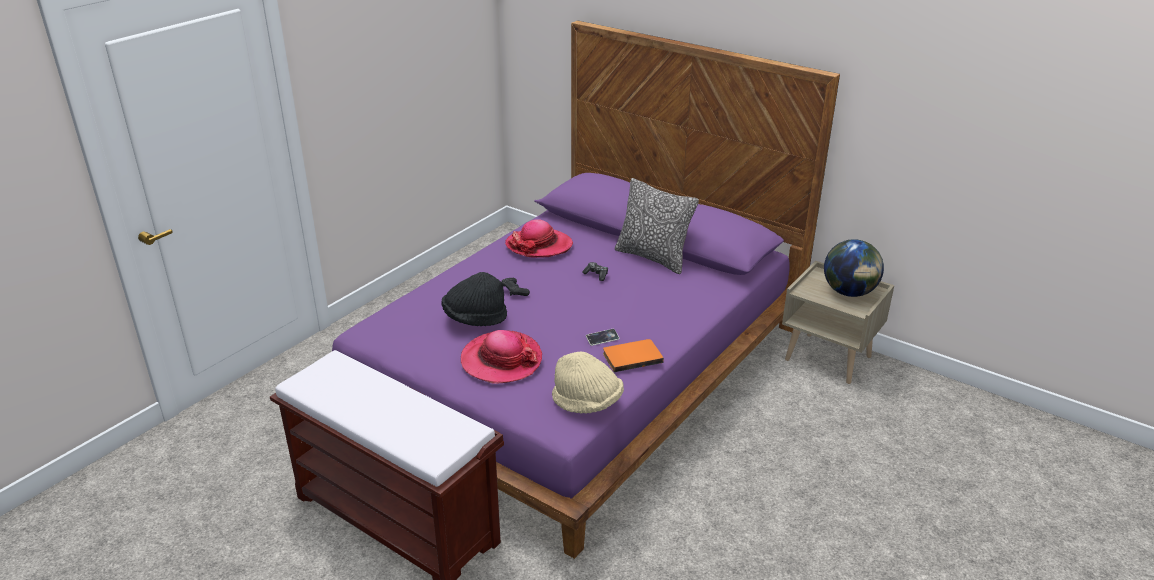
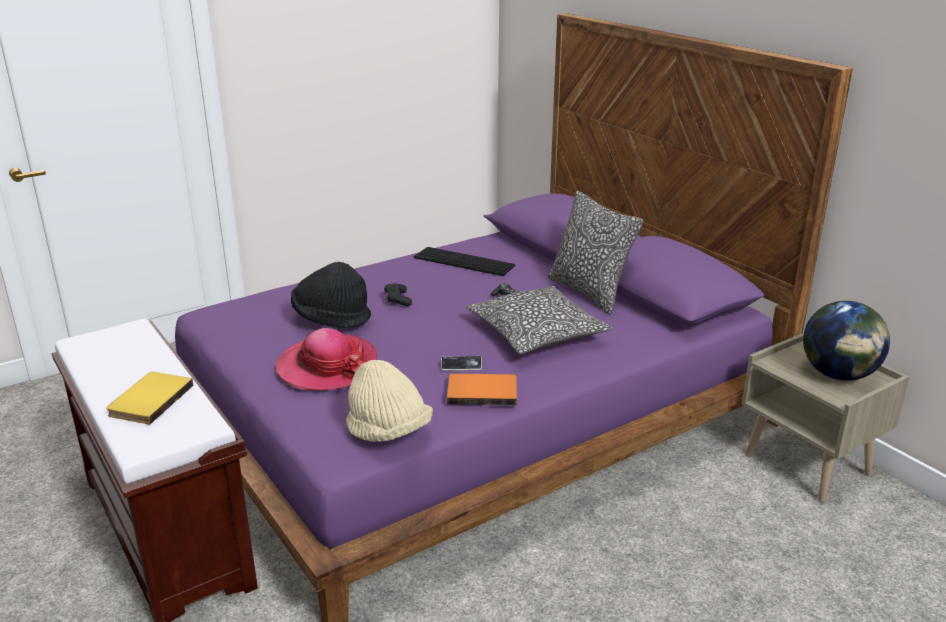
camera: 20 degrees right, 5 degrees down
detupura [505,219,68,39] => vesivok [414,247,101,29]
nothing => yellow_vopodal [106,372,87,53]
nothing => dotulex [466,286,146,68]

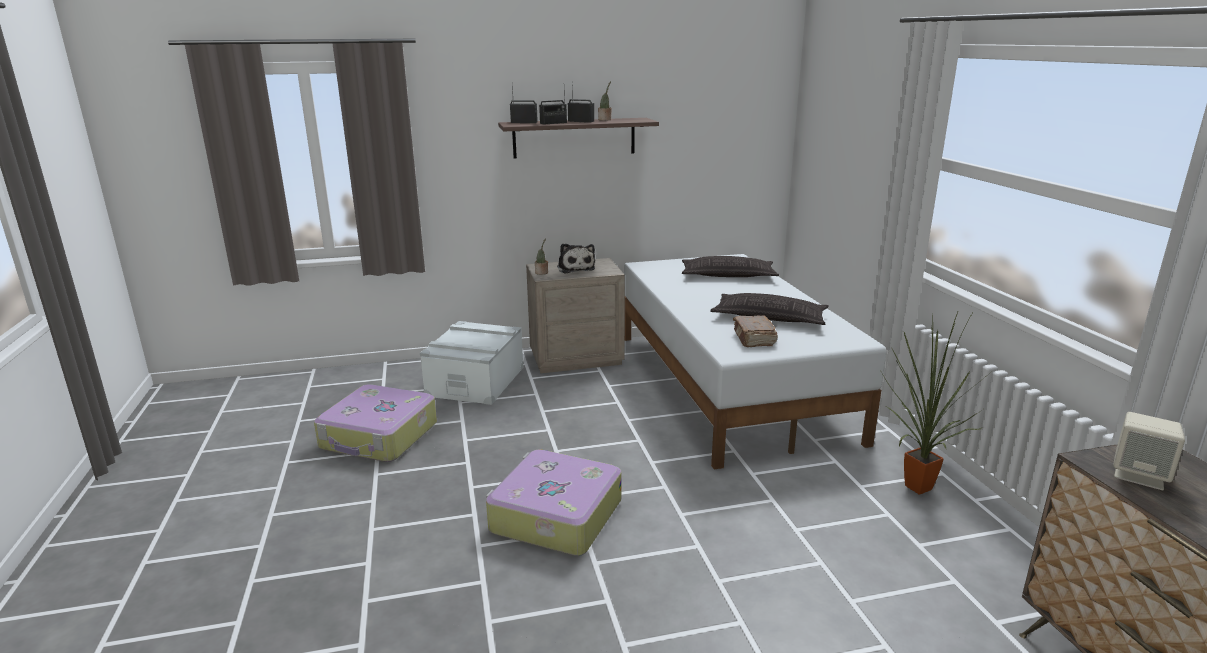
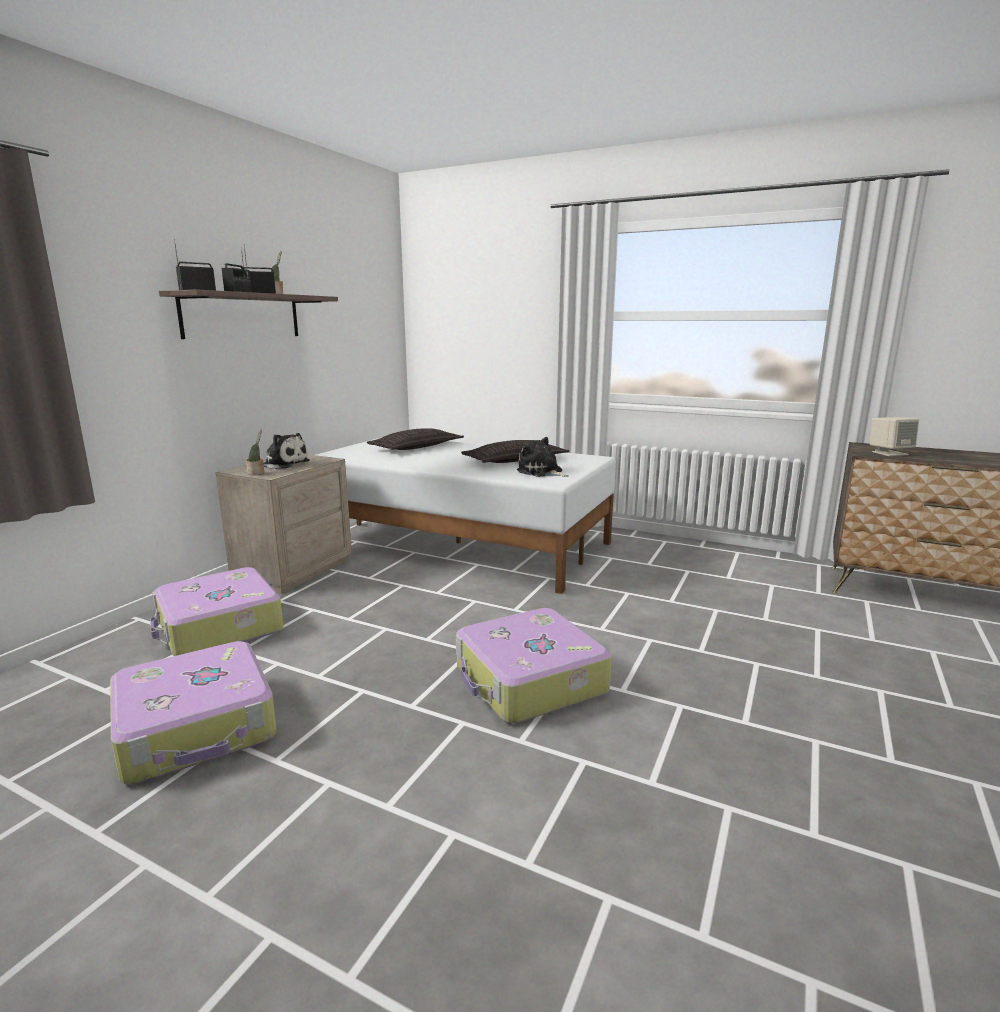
camera: 50 degrees left, 5 degrees down
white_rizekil [420,321,103,84] => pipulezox [150,567,133,89]
brown_vopodal [733,315,45,32] => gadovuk [517,437,51,40]
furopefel [880,311,110,184] => nothing

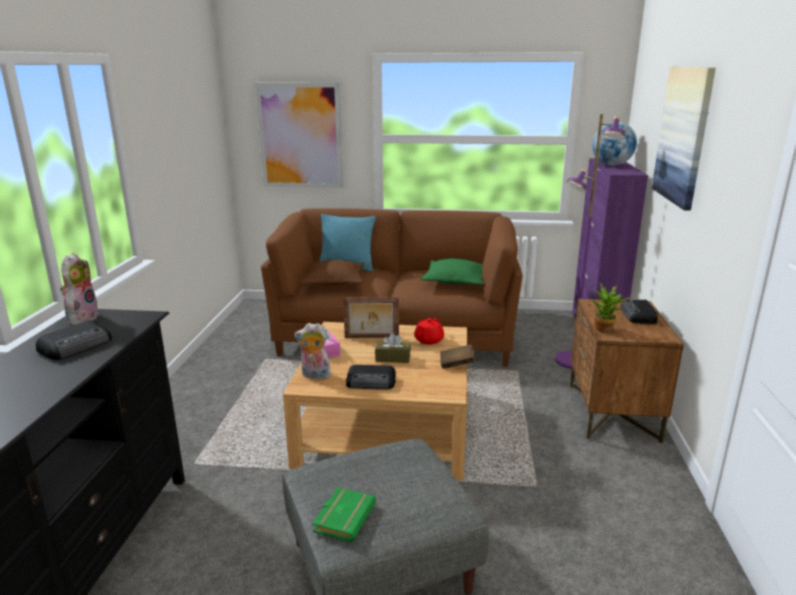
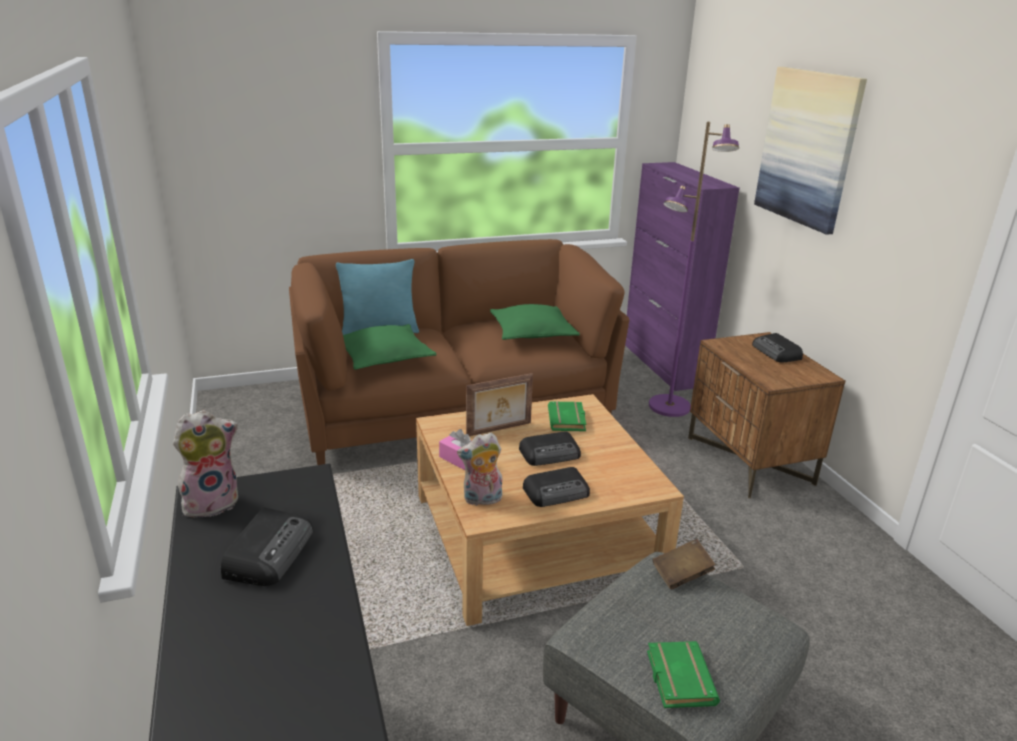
camera: 25 degrees left, 5 degrees up
gadovuk [60,253,40,72] => gadovuk [173,410,65,108], 75 degrees clockwise
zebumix [255,83,88,105] => nothing
brown_dotulex [299,260,65,25] => green_dotulex [343,324,94,46]
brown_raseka [375,333,36,30] => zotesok [519,432,62,34]
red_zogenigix [414,318,30,26] => green_vopodal [548,402,38,29]
brown_vopodal [440,344,35,25] => brown_vopodal [653,539,62,51], relocated
furopefel [591,284,39,49] => nothing
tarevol [592,122,45,44] => nothing

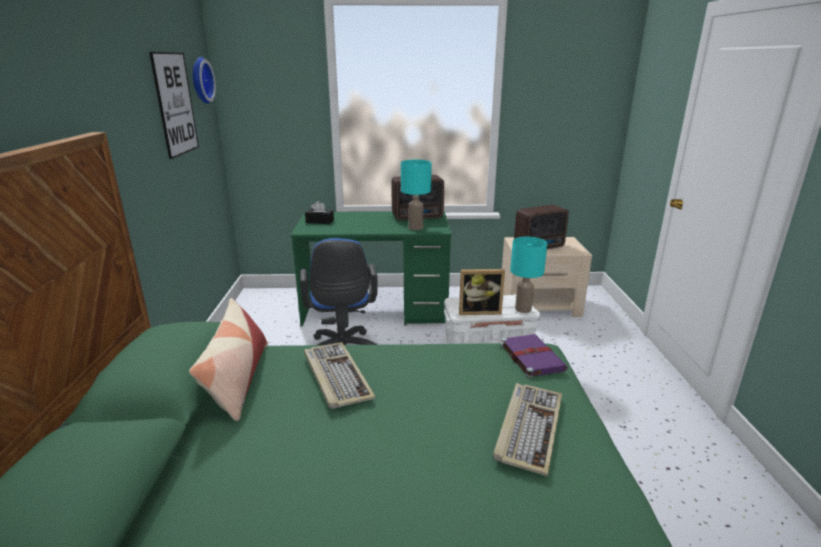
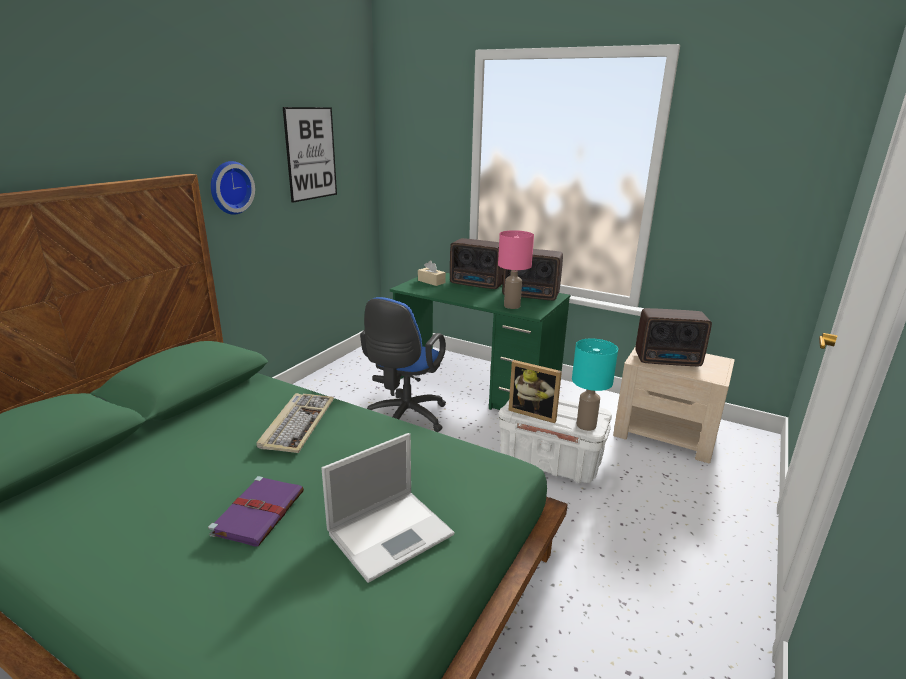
camera: 30 degrees right, 0 degrees up
dotulex [189,298,79,123] => nothing
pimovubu [193,57,23,47] => pimovubu [211,161,44,54], relocated
black_raseka [305,201,29,23] => beige_raseka [418,261,28,25]
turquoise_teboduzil [401,160,31,70] => pink_teboduzil [498,230,36,79]
vesivok [493,383,69,93] => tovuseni [321,433,134,150]
purple_vopodal [500,334,68,44] => purple_vopodal [208,476,96,70], relocated
nothing => zotesok [450,238,53,51]

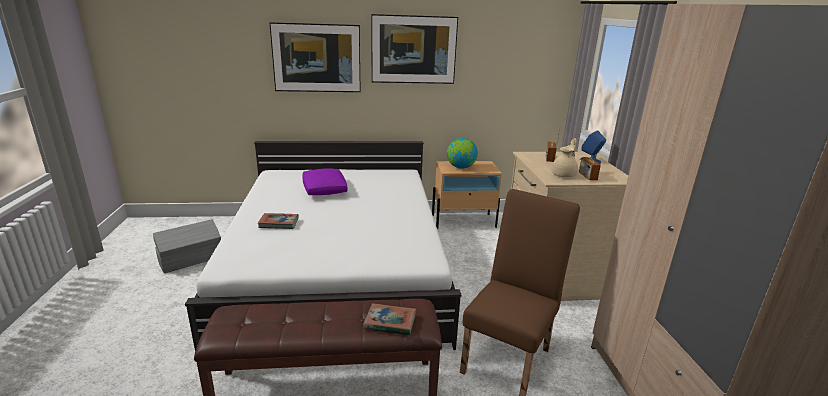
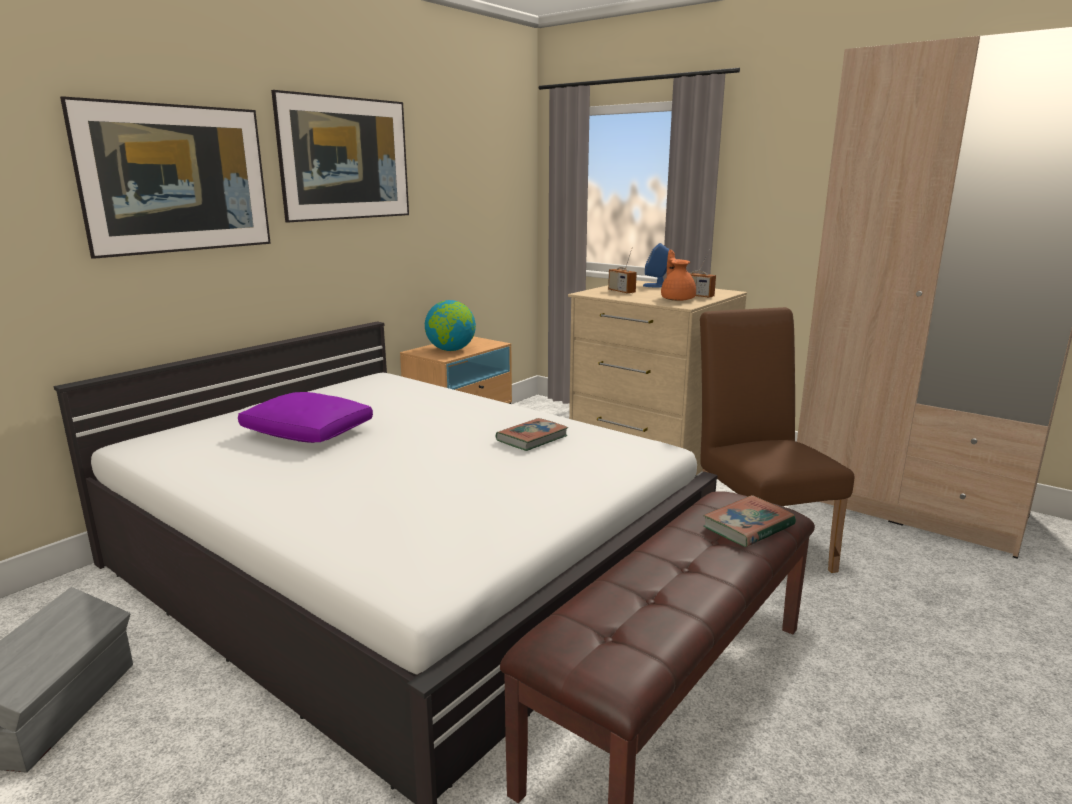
camera: 45 degrees left, 5 degrees down
vopodal [258,213,41,16] => vopodal [496,418,72,33], relocated
beige_zogenigix [552,138,26,39] => orange_zogenigix [661,250,35,51]

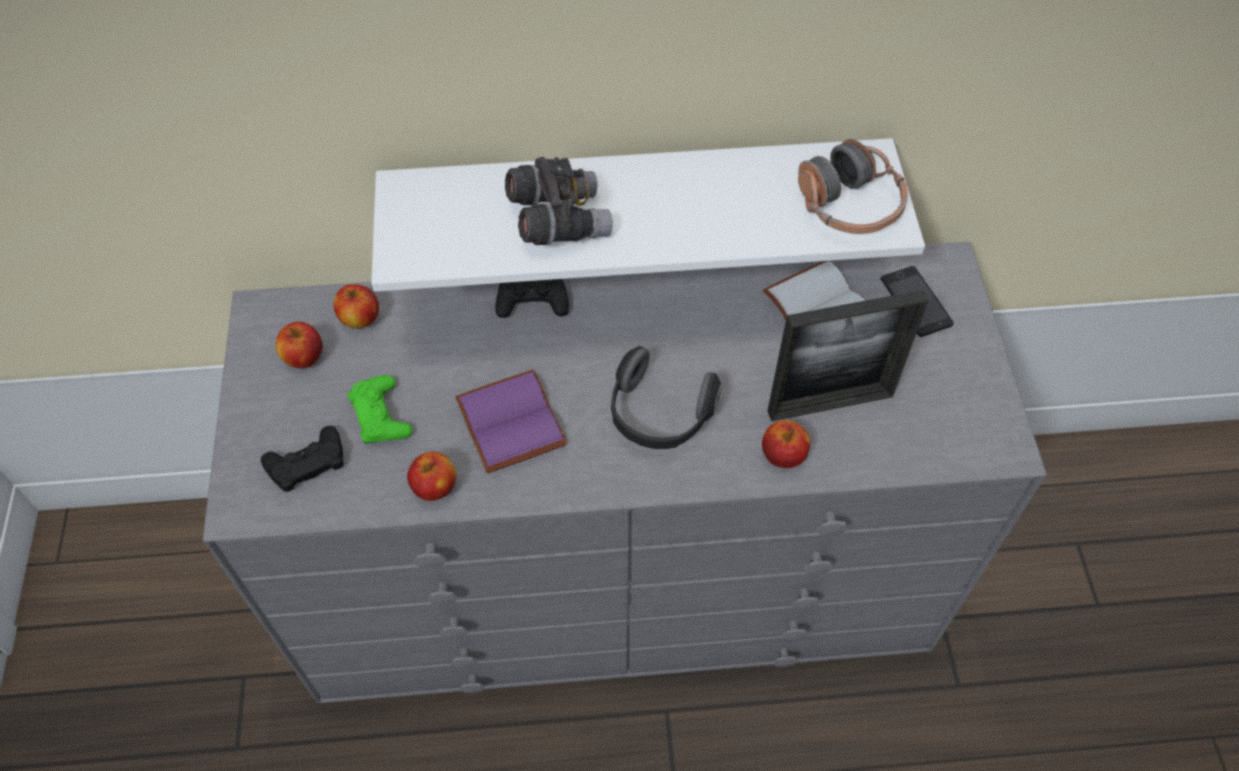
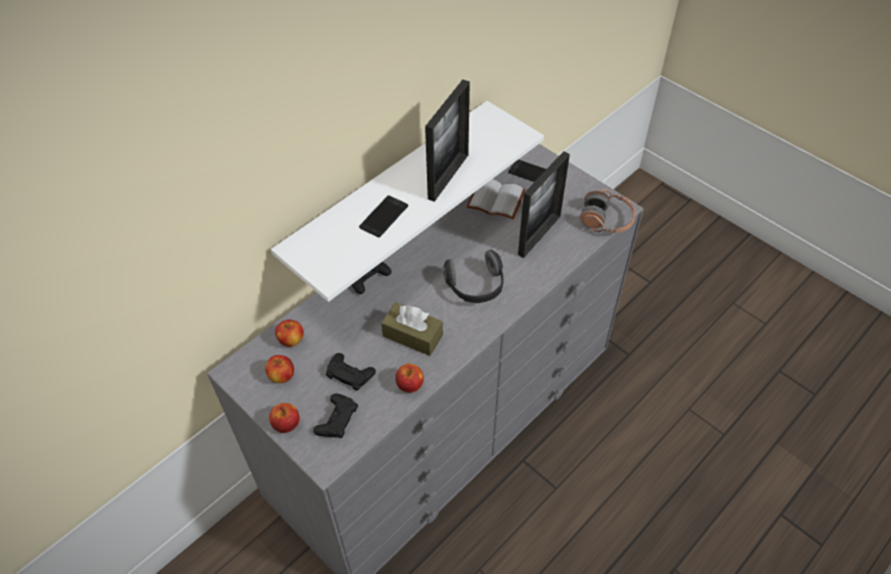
camera: 40 degrees left, 5 degrees down
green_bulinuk [347,375,65,69] => black_bulinuk [326,353,50,38]
purple_vopodal [455,370,112,103] => brown_raseka [381,302,62,54]
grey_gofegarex [505,157,108,88] => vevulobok [359,195,49,42]
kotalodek [762,420,48,48] => kotalodek [269,403,31,30], relocated
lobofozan [798,139,110,95] => lobofozan [580,189,56,44], relocated
nothing => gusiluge [425,80,45,122]

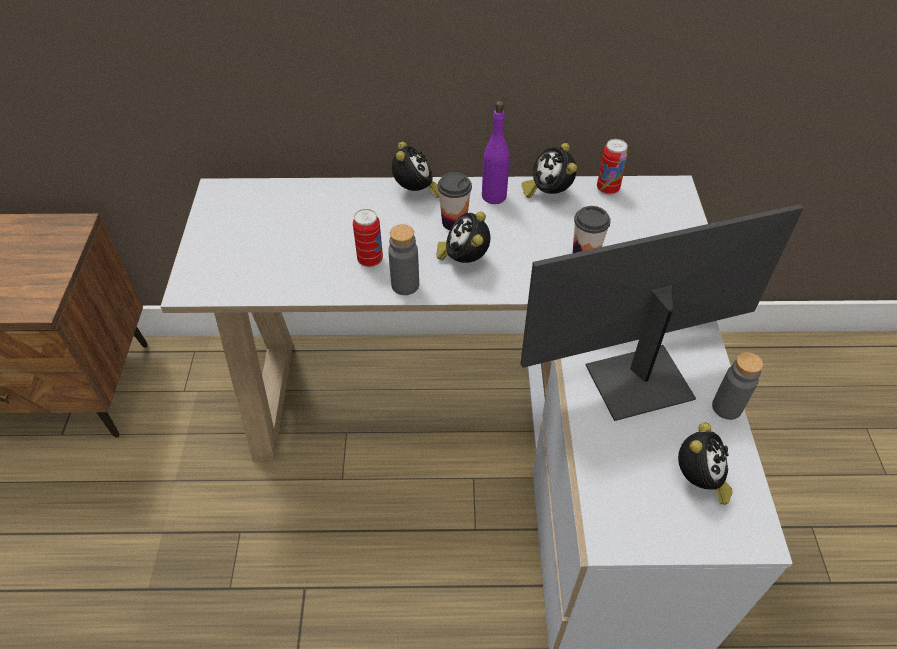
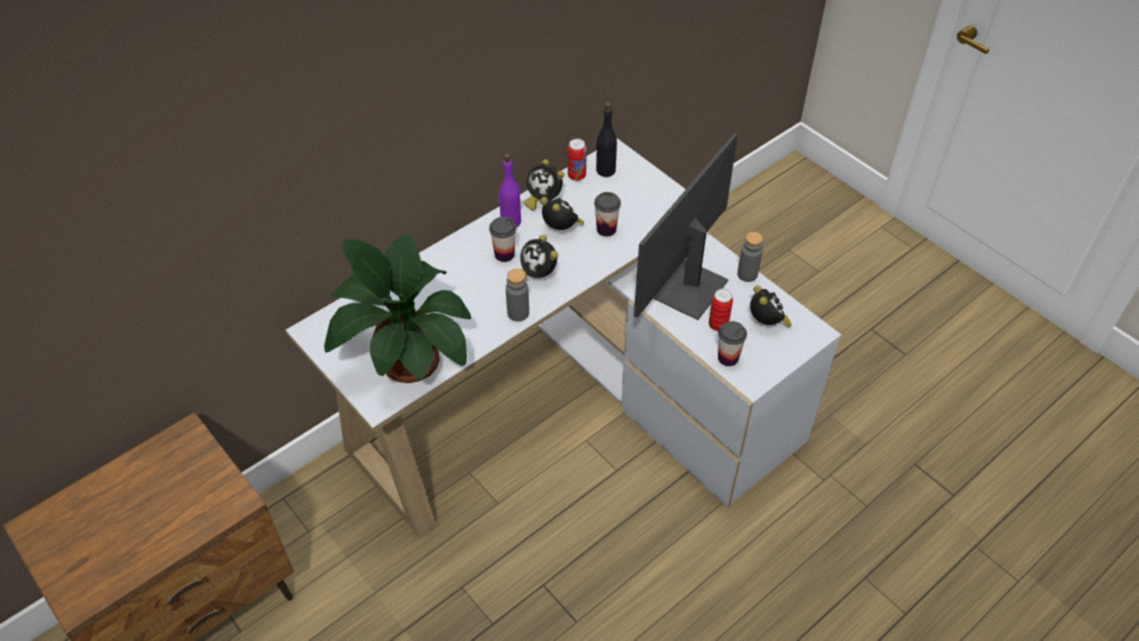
camera: 40 degrees left, 0 degrees up
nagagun [353,209,30,58] => nagagun [709,289,24,42], relocated
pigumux [392,142,47,56] => pigumux [540,197,45,33], relocated
nothing => furopefel [324,235,147,148]
nothing => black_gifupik [596,102,21,75]
nothing => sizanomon [718,321,29,45]

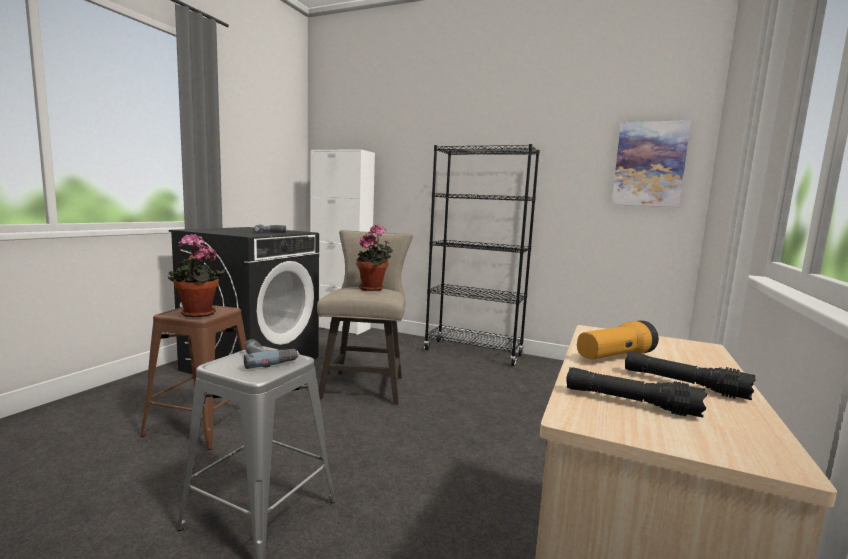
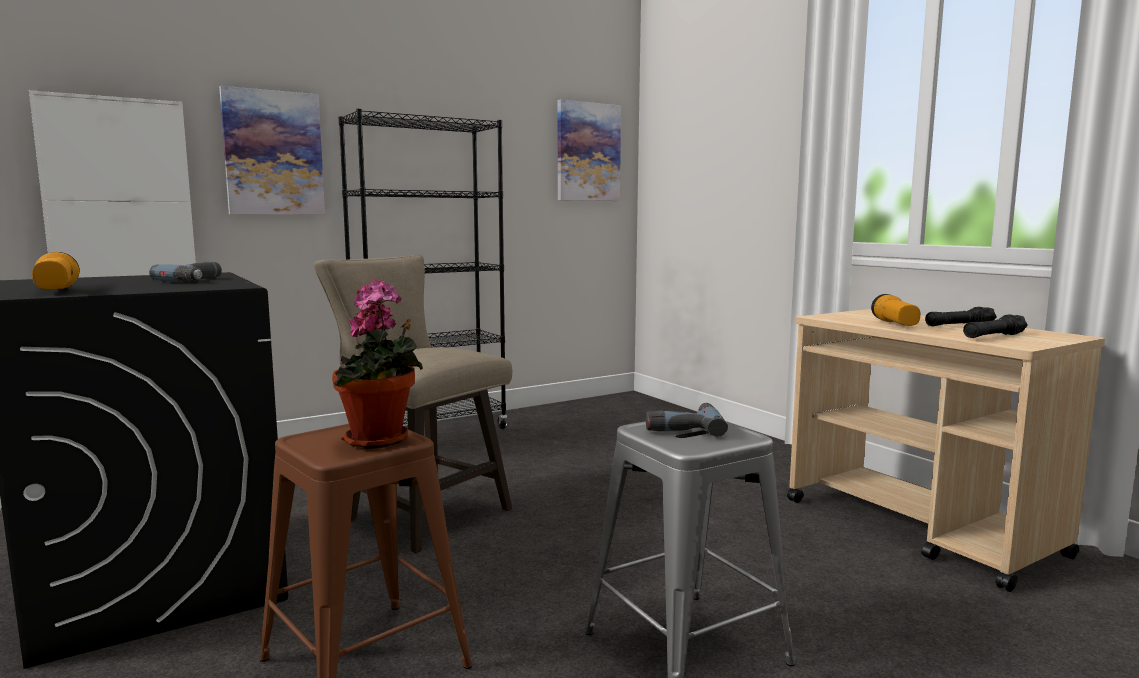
camera: 55 degrees left, 0 degrees up
furopefel [356,224,37,67] => nothing
nothing => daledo [32,252,48,38]
nothing => zebumix [219,86,106,129]

